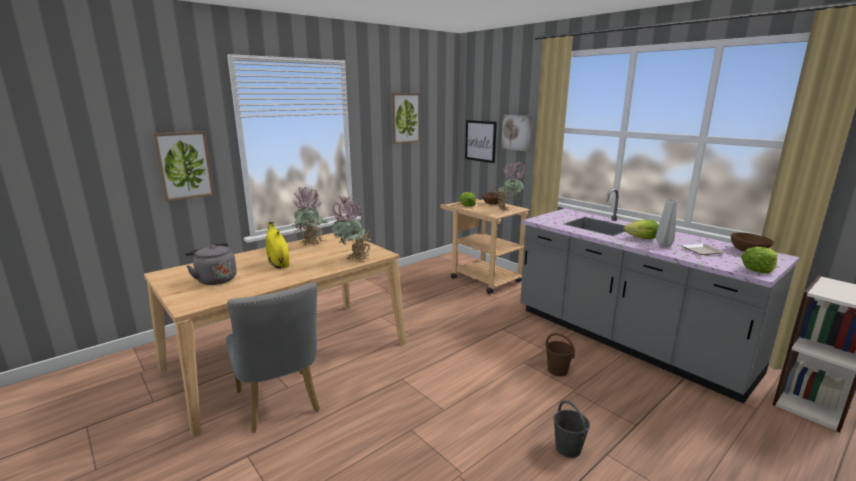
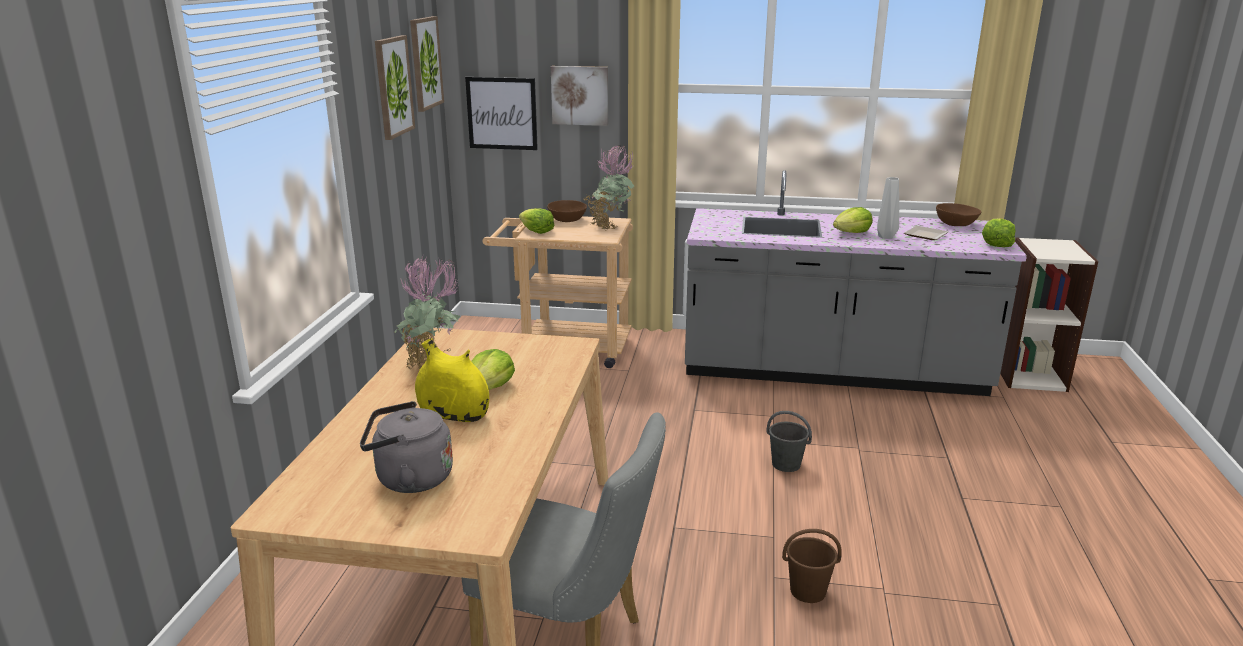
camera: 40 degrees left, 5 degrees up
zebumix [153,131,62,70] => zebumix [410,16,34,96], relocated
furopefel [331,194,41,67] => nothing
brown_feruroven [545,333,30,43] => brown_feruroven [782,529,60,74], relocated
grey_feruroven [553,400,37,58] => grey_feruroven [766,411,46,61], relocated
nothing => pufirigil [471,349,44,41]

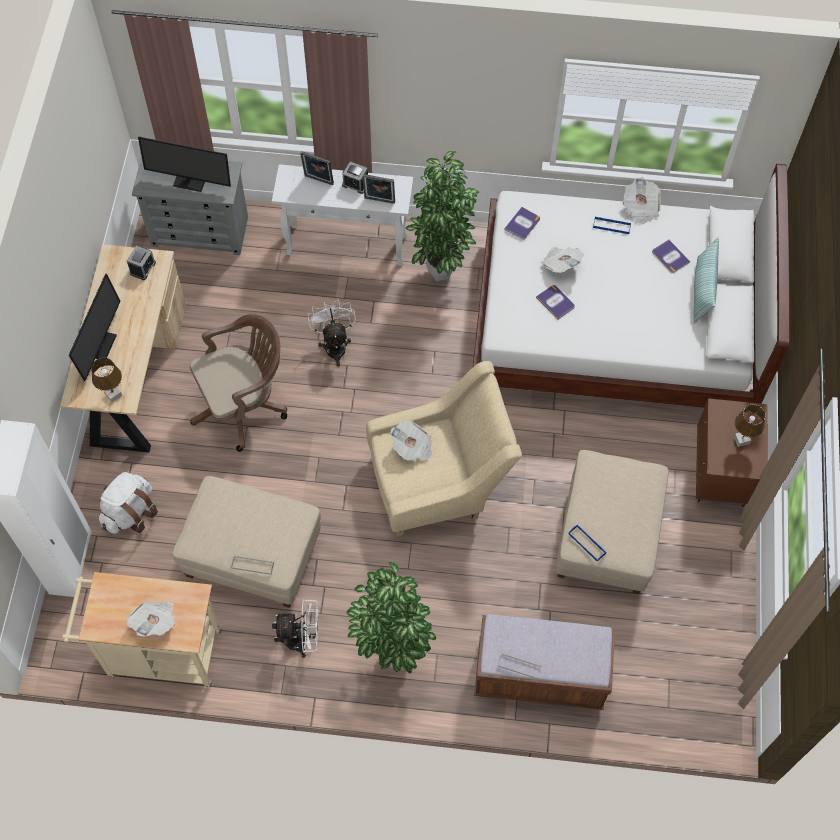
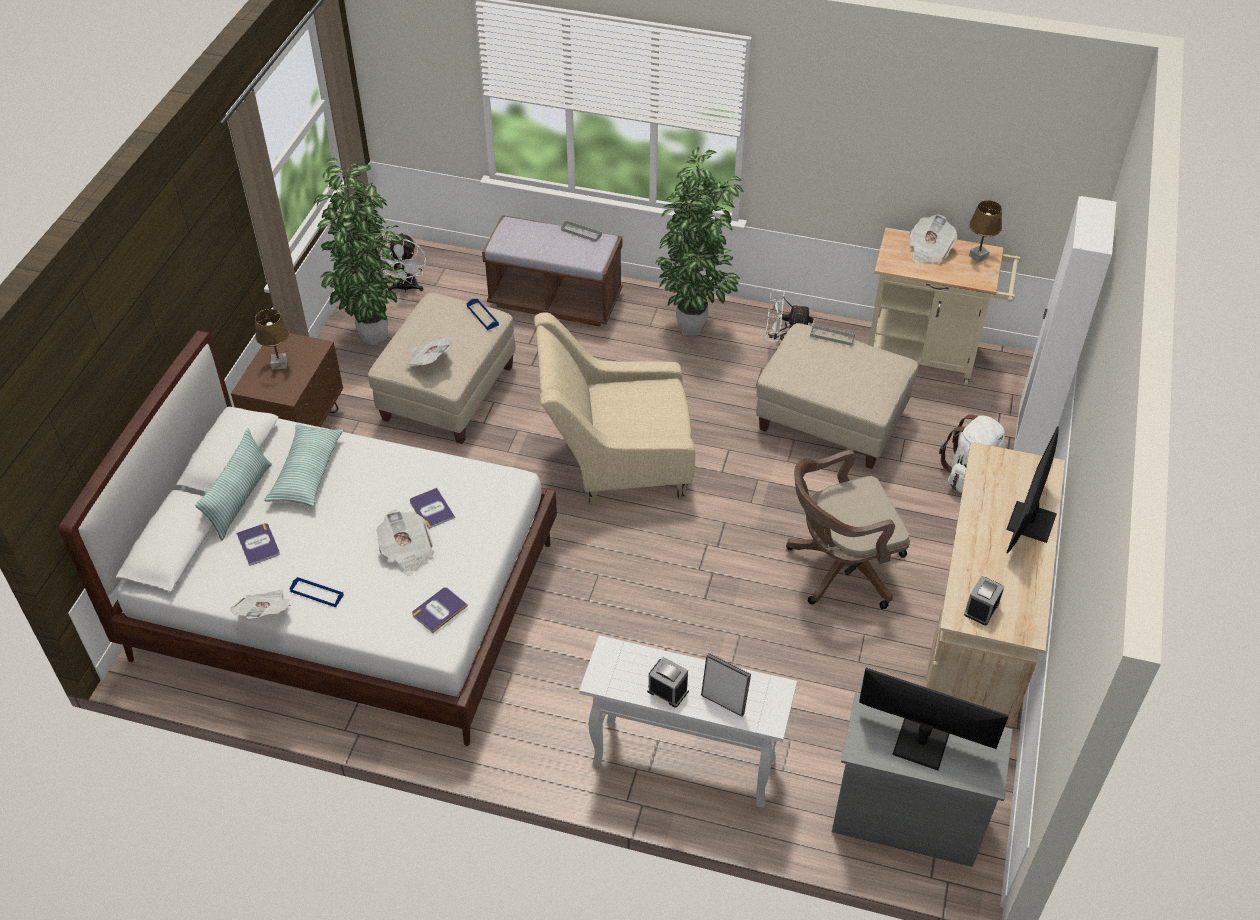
camera: 170 degrees left, 15 degrees down
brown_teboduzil [91,358,31,45] => brown_teboduzil [969,200,33,63], relocated
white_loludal [308,299,48,68] => white_loludal [380,232,46,61], relocated
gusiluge [362,174,33,30] => nothing
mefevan [390,420,42,42] => mefevan [406,337,46,29], relocated
furopefel [405,151,74,130] => furopefel [313,158,92,187], relocated
nothing => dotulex [264,424,80,83]

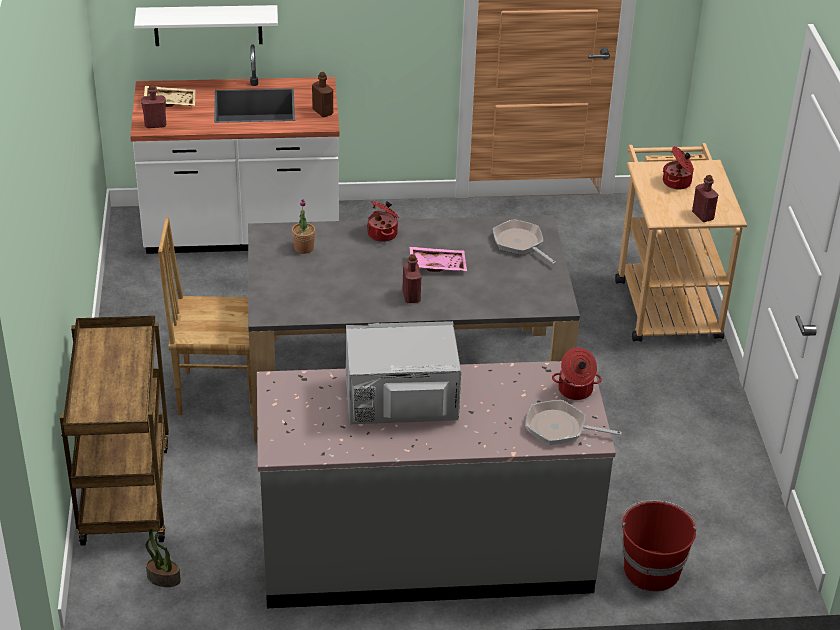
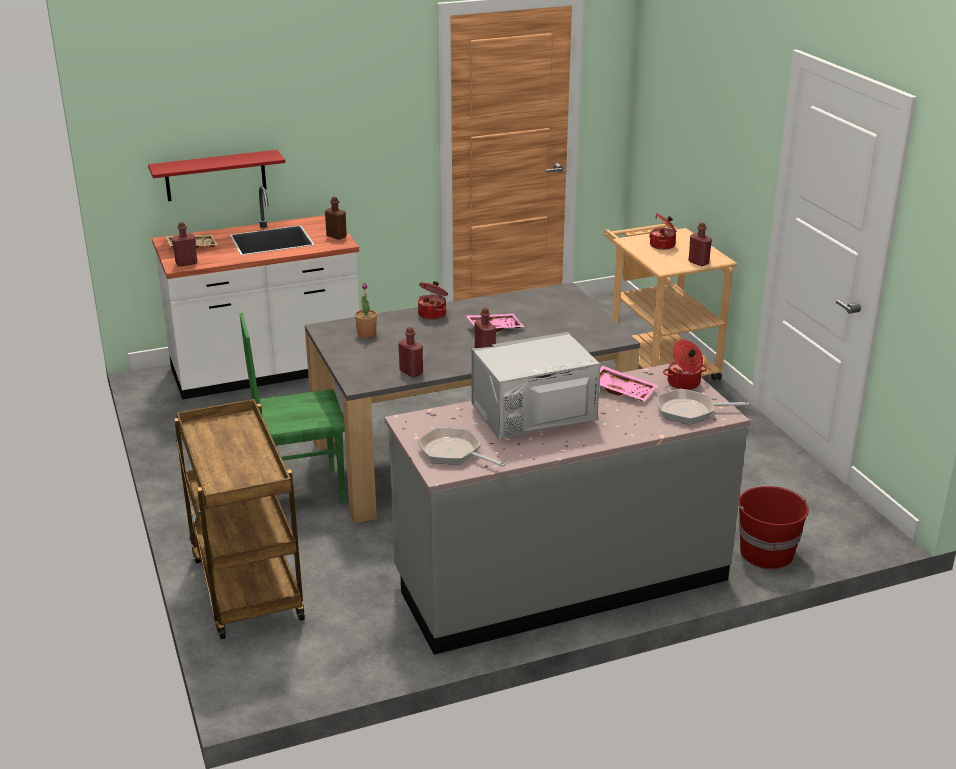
camera: 15 degrees left, 10 degrees down
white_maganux [134,5,144,41] => red_maganux [148,150,137,51]
furopefel [146,528,35,59] => nothing
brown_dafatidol [158,217,95,200] => green_dafatidol [239,313,106,191]
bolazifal [493,219,63,45] => bolazifal [417,428,88,39], relocated
nothing => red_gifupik [398,327,25,51]
nothing => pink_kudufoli [599,365,58,36]

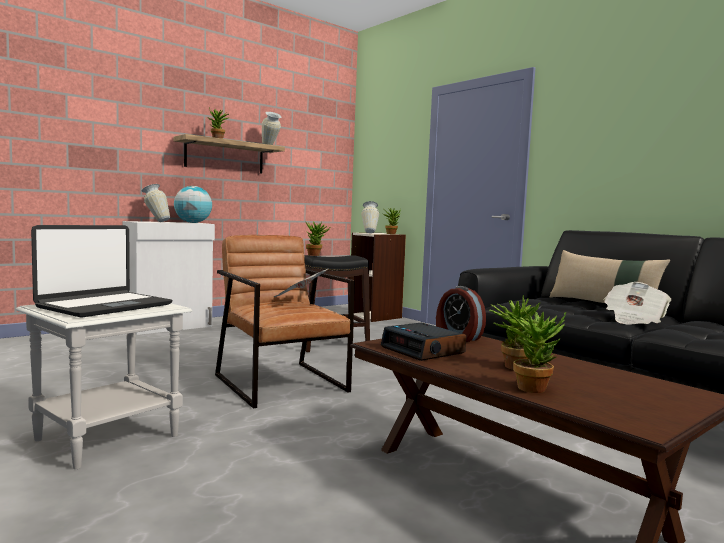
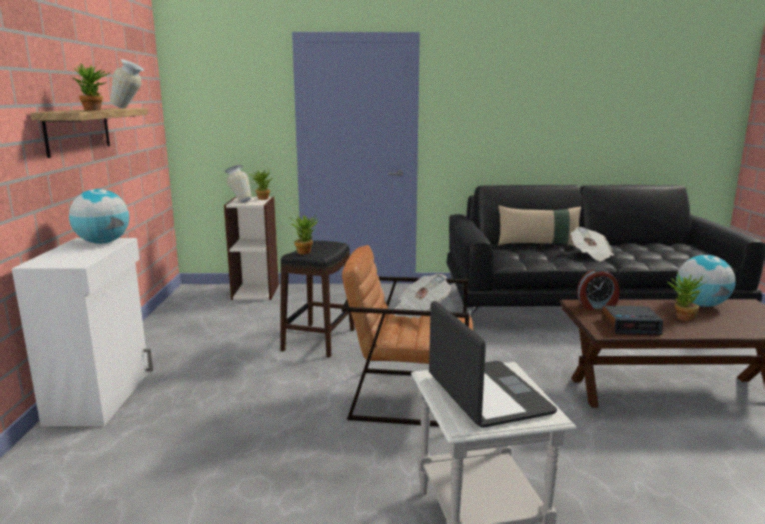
camera: 50 degrees left, 10 degrees up
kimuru [142,184,28,38] => nothing
furopefel [506,310,60,83] => nothing
nothing => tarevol [676,255,60,52]

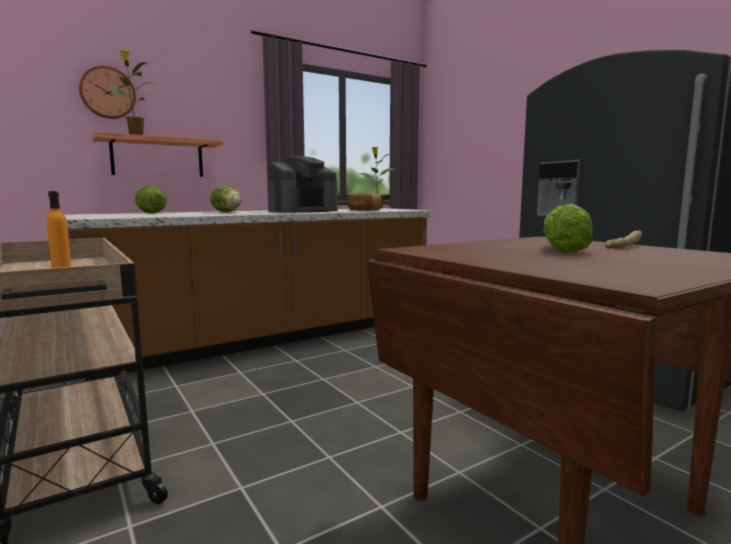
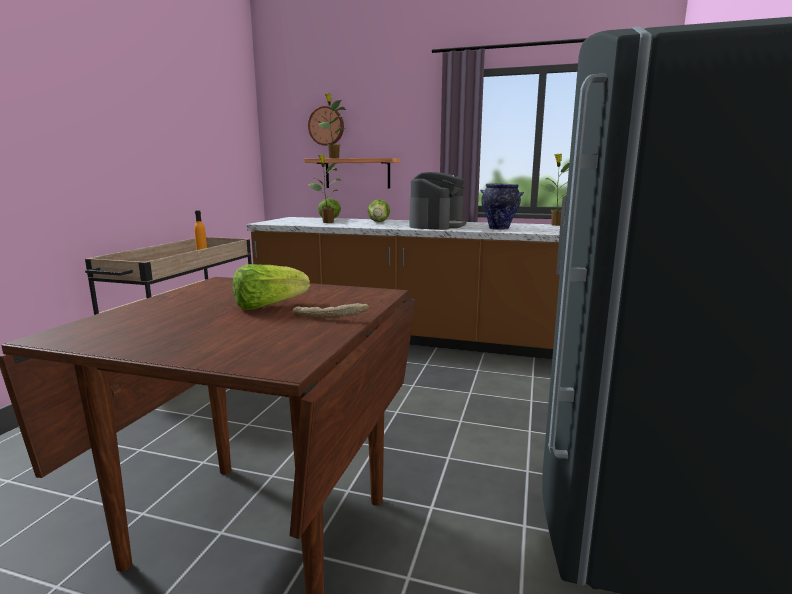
camera: 50 degrees right, 5 degrees up
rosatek [268,156,70,57] => rosatek [410,172,56,58], 75 degrees counterclockwise
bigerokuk [347,194,34,17] => kimuru [480,183,44,47]
nothing => furopefel [307,154,34,69]

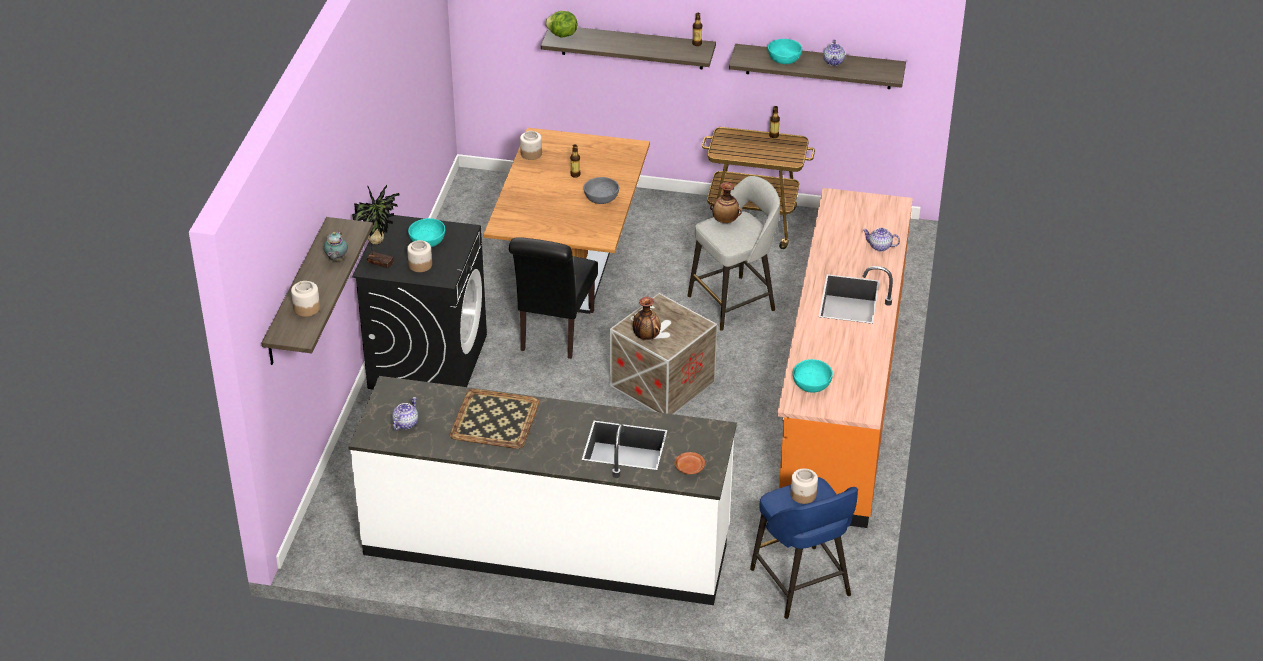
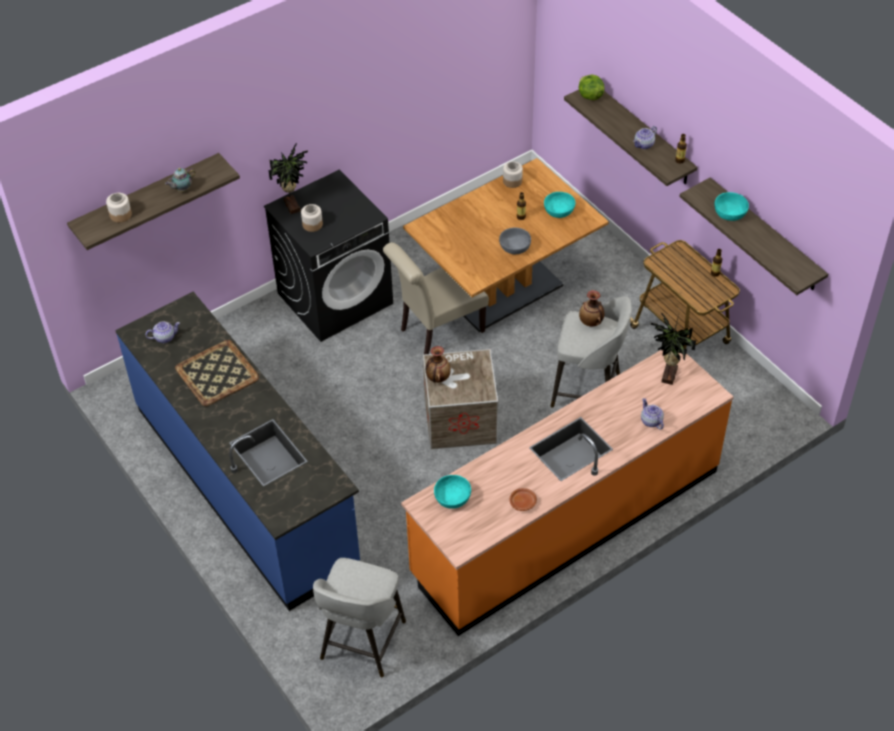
camera: 45 degrees right, 10 degrees up
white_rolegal [348,376,389,229] => blue_rolegal [115,291,245,320]
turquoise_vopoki [408,218,37,29] => turquoise_vopoki [544,192,31,26], relocated
black_dafatidol [509,237,89,122] => beige_dafatidol [383,242,106,112]
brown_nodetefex [675,452,30,22] => brown_nodetefex [510,488,27,23], relocated
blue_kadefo [750,477,108,142] => grey_kadefo [313,558,93,119]
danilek [790,469,28,35] => nothing
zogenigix [823,40,22,26] => zogenigix [633,126,24,23], relocated
nothing => furopefel [651,311,45,74]

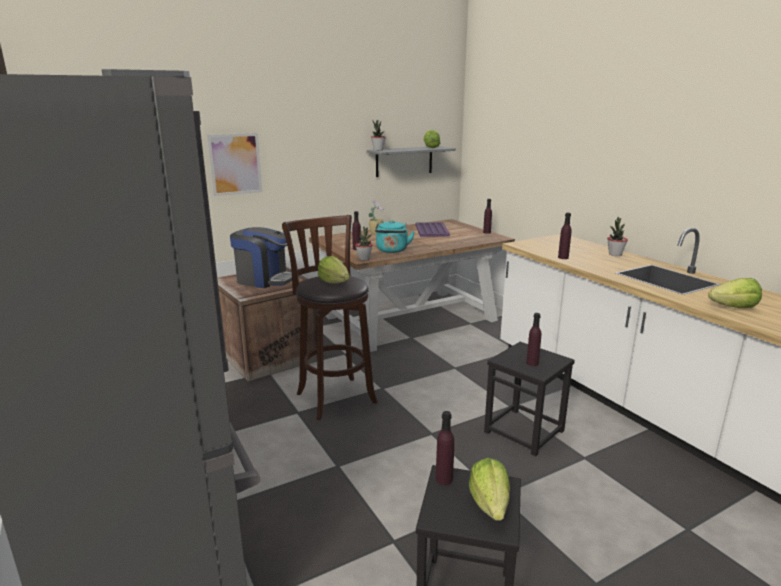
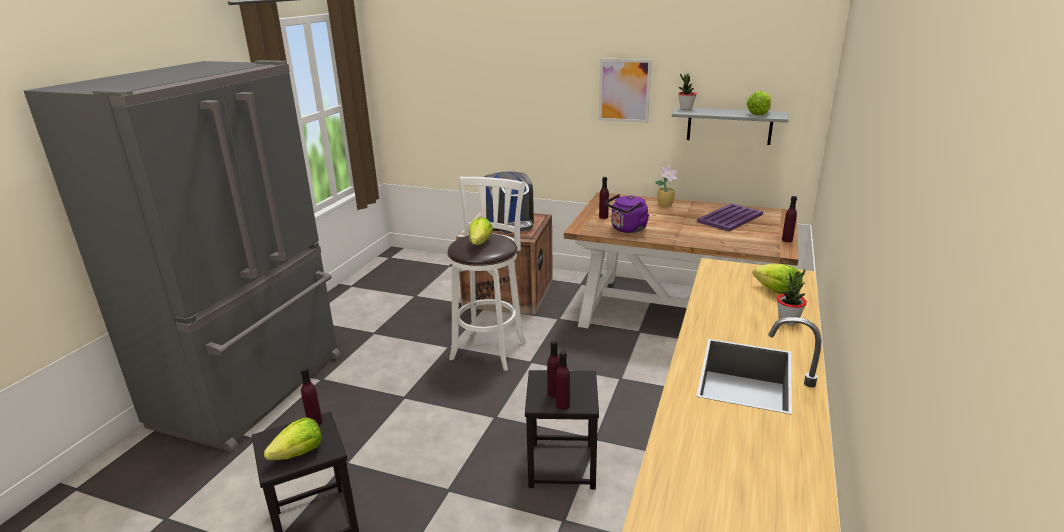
camera: 50 degrees right, 5 degrees up
zebumix [207,133,55,63] => zebumix [599,59,53,64], relocated
brown_kadefo [282,215,96,205] => white_kadefo [447,176,79,195]
furopefel [355,227,18,33] => nothing
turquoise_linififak [375,220,40,33] => purple_linififak [605,194,44,39]
purple_gifupik [558,213,14,46] => purple_gifupik [556,351,14,59], relocated
pufirigil [708,278,54,30] => pufirigil [752,264,51,30], relocated

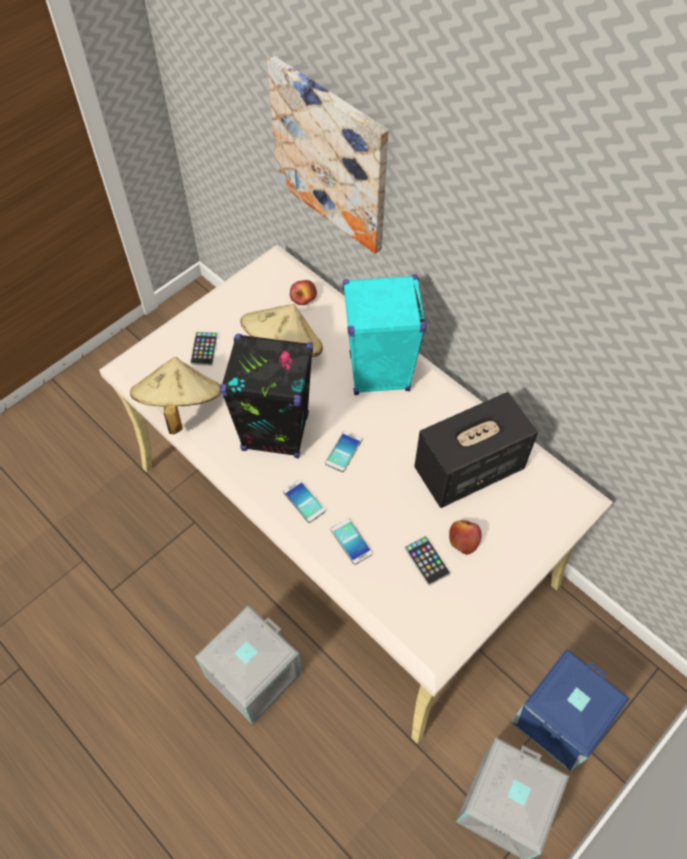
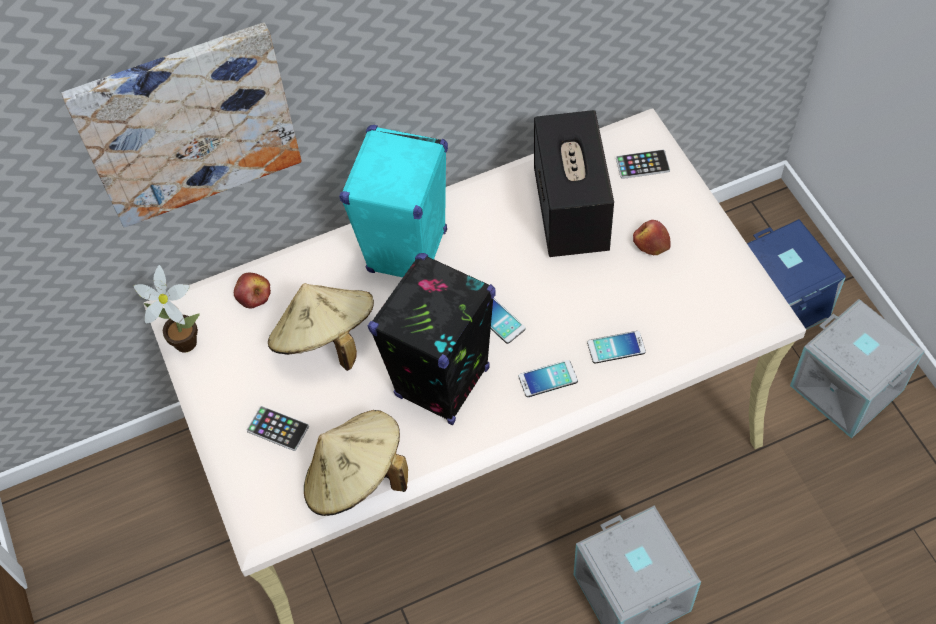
camera: 65 degrees left, 0 degrees up
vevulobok [405,536,45,50] => vevulobok [616,149,54,30], relocated
nothing => furopefel [134,265,66,87]

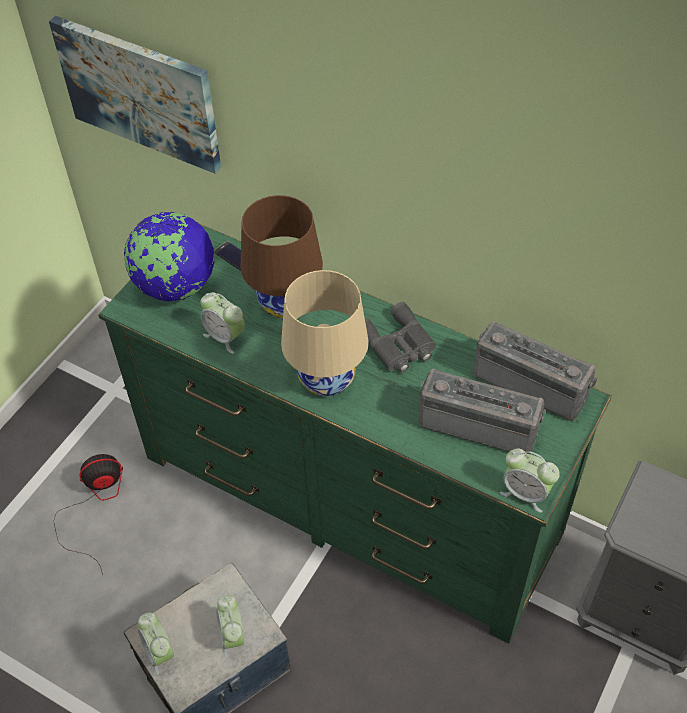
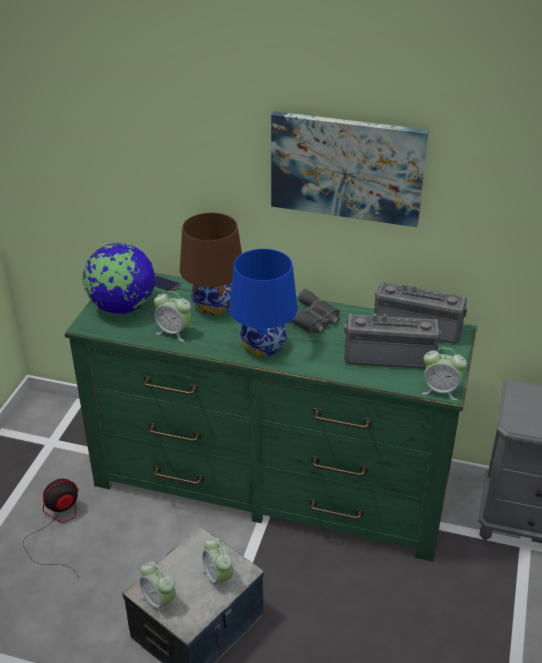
camera: 15 degrees left, 15 degrees down
zebumix [49,16,172,158] => zebumix [271,111,158,116], relocated
beige_teboduzil [281,270,88,126] => blue_teboduzil [229,249,68,108]

